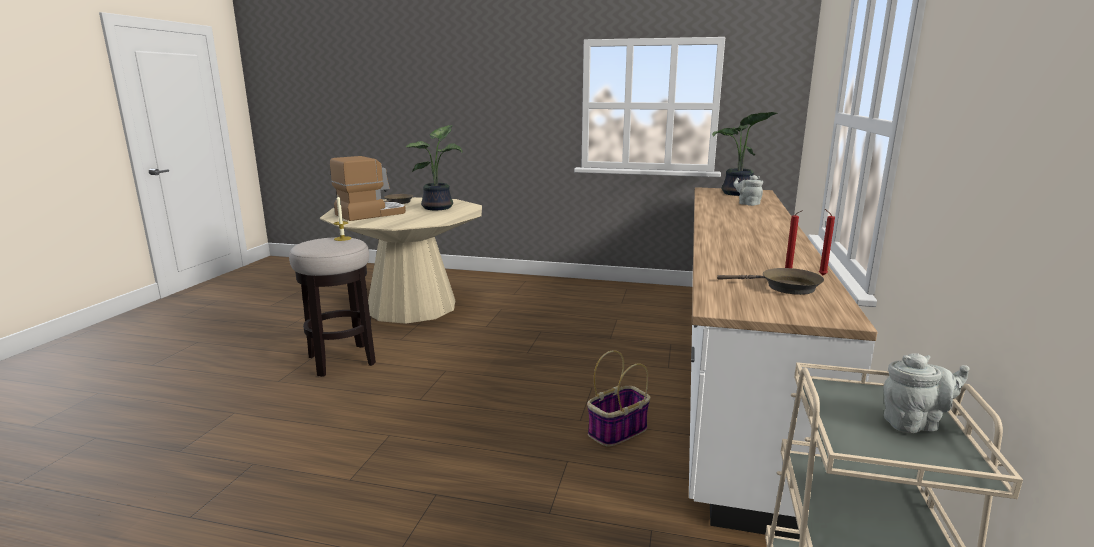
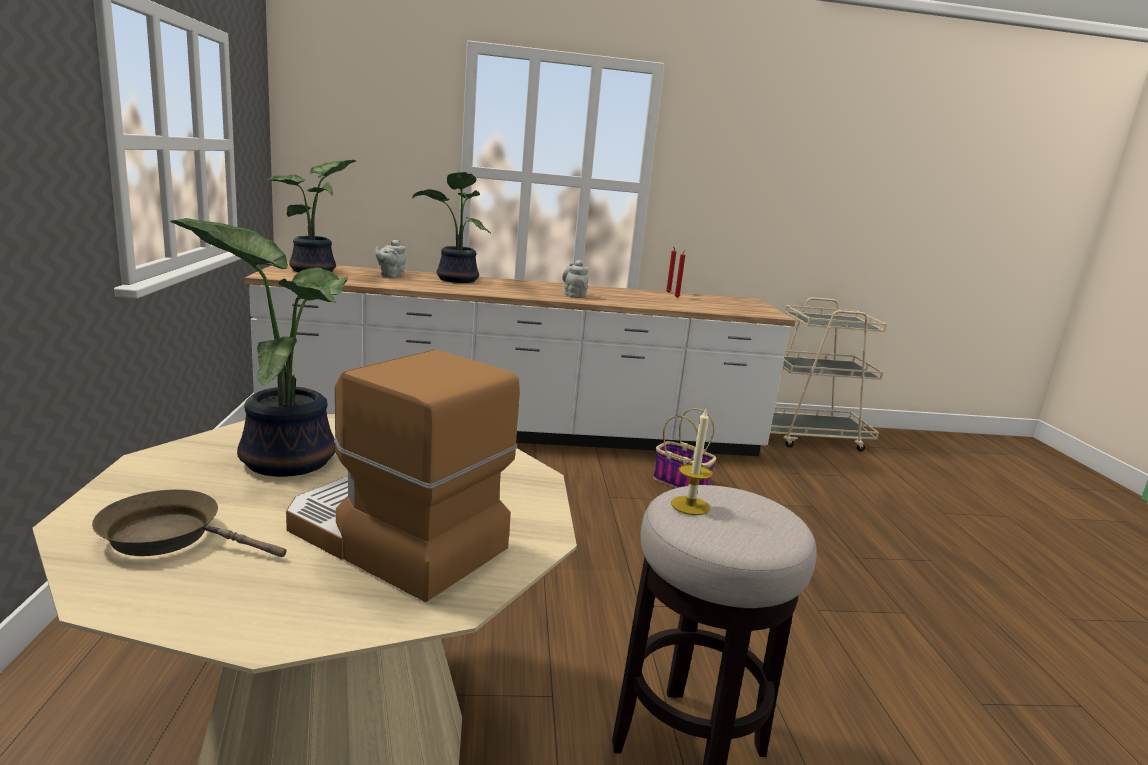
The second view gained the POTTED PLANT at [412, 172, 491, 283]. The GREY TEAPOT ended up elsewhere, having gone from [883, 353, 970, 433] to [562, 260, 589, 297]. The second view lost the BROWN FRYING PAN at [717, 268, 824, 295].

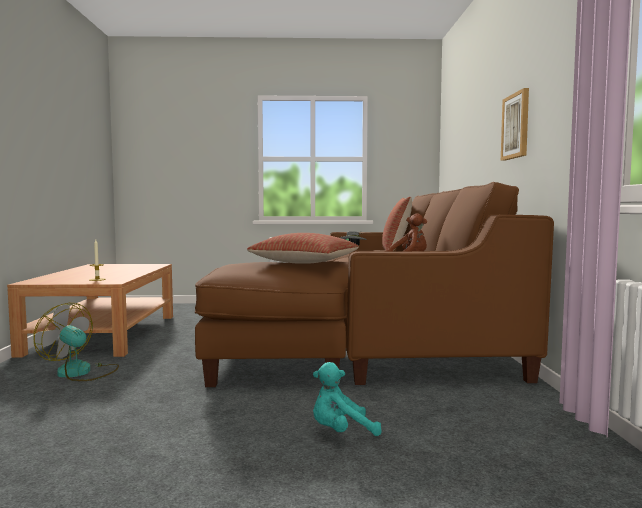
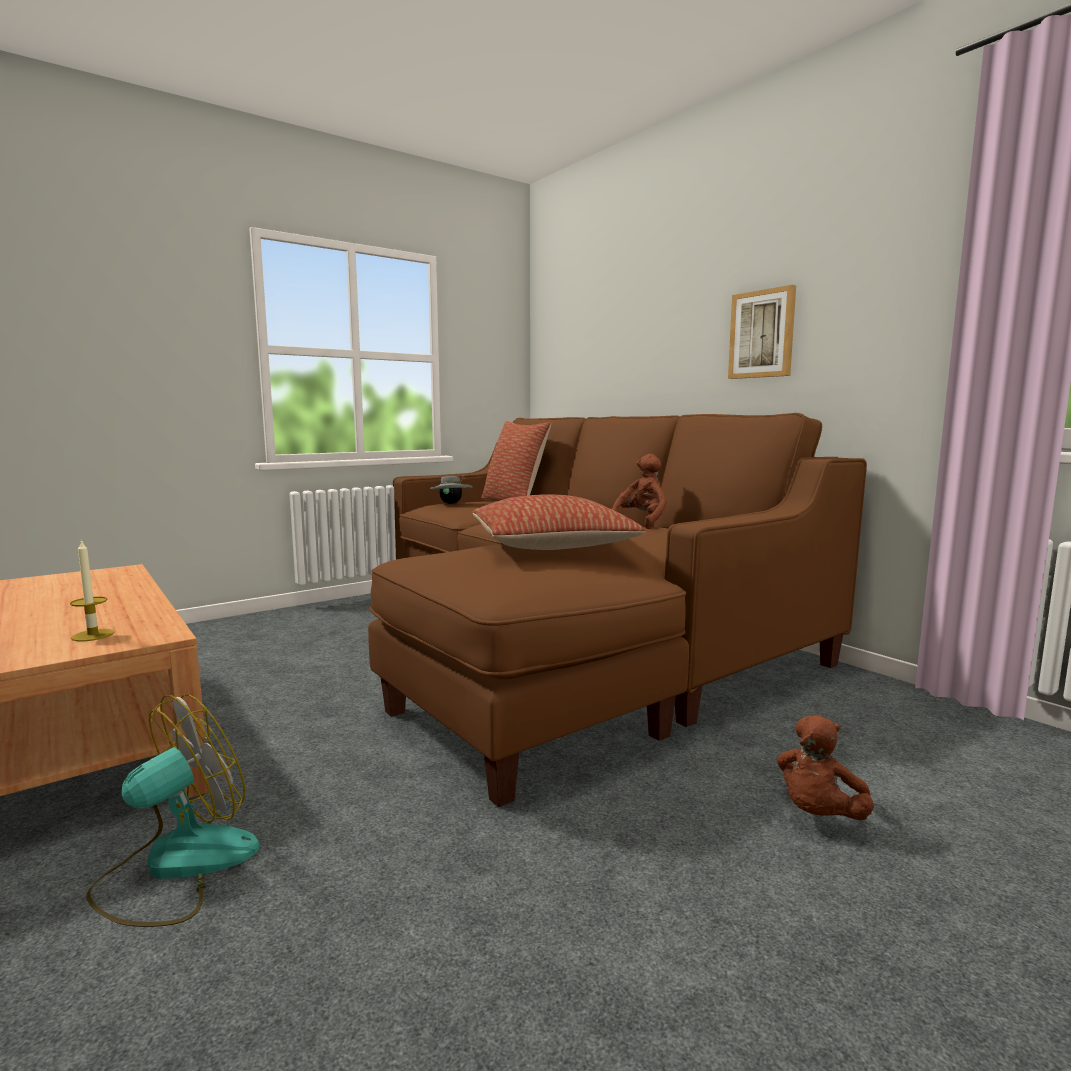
The FAN at [33, 303, 119, 381] ended up facing another way, 135 degrees clockwise from before. What was the TURQUOISE PLUSH TOY at [313, 362, 382, 436] turned into the BROWN PLUSH TOY at [777, 715, 874, 820].

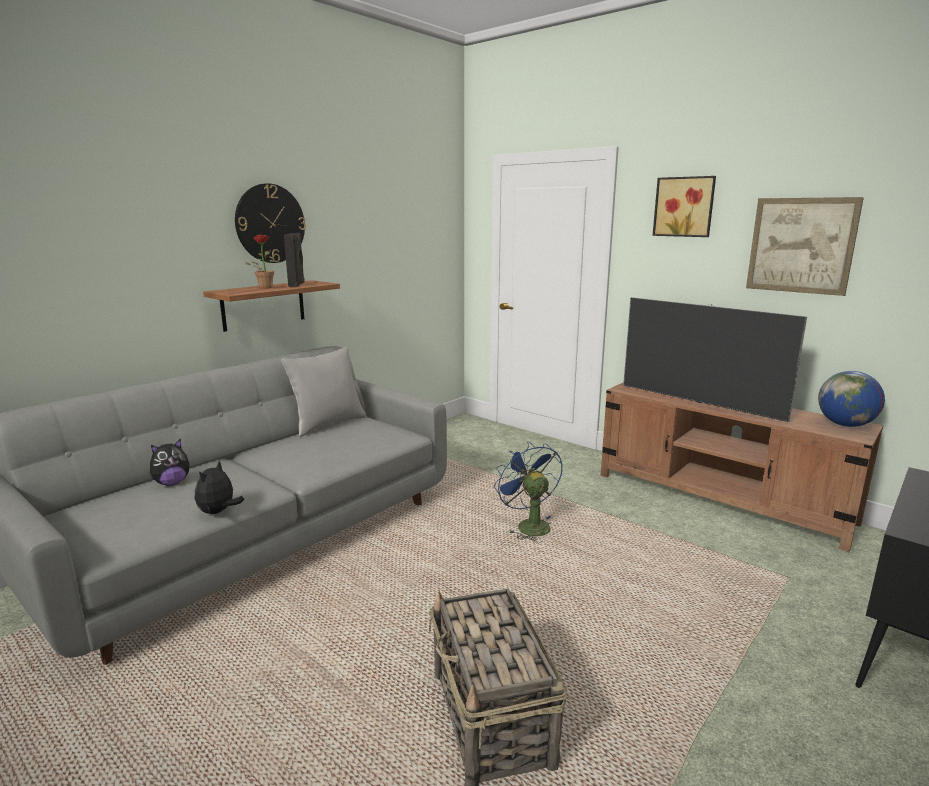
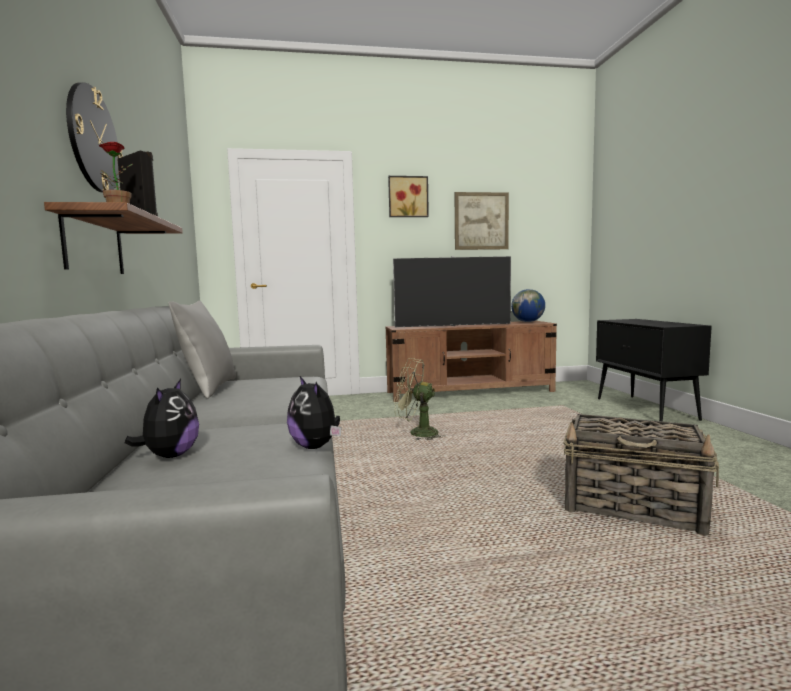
What was the BLUE FAN at [494, 441, 562, 543] turned into the GREEN FAN at [394, 358, 445, 440].

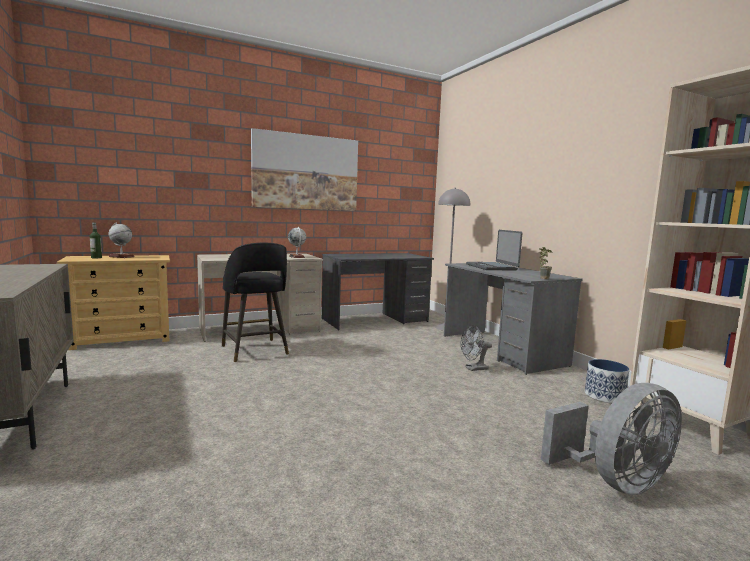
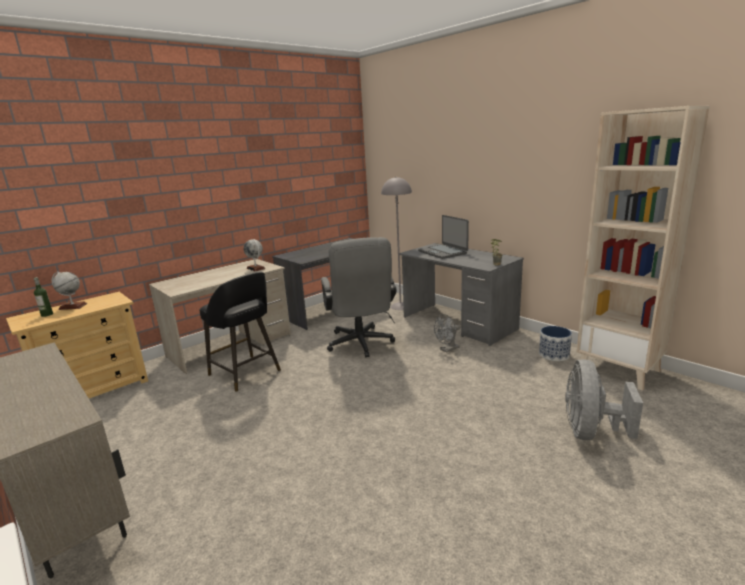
The second view gained the GREY OFFICE CHAIR at [321, 237, 397, 358]. The GREY FAN at [541, 383, 682, 495] ended up facing another way, 150 degrees clockwise from before. The second view lost the PICTURE at [251, 128, 358, 211].

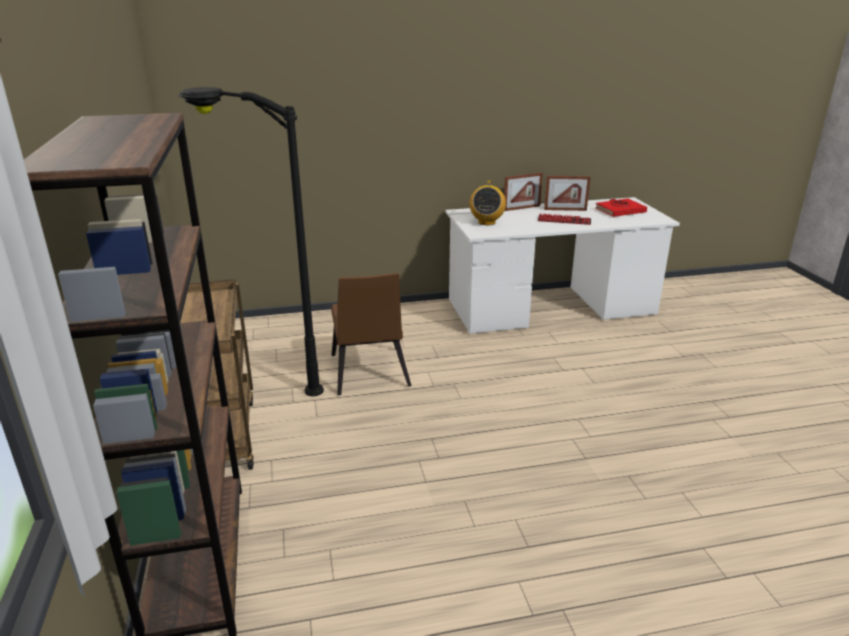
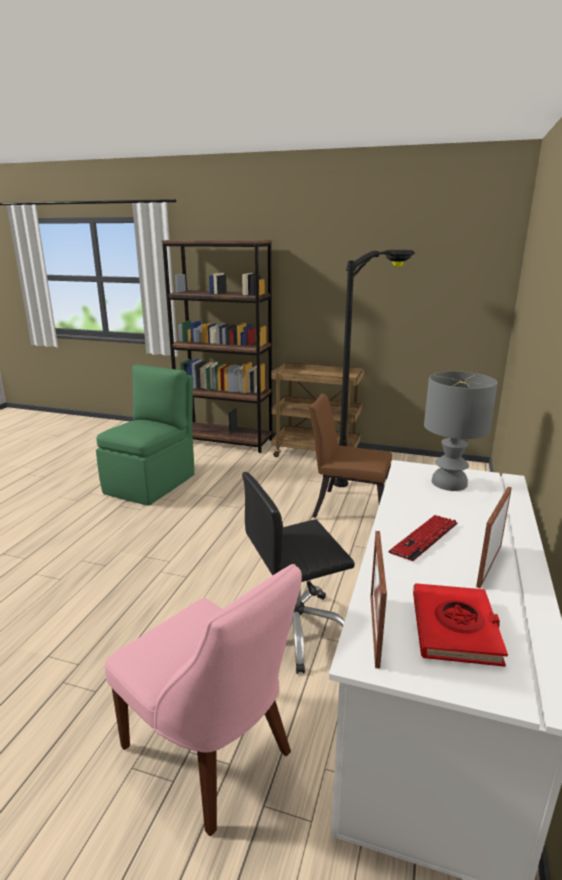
The second view gained the GREEN CHAIR at [96, 364, 194, 506]. The second view gained the PINK CHAIR at [105, 564, 302, 837]. The second view gained the BLACK OFFICE CHAIR at [242, 472, 355, 674]. The PICTURE FRAME ended up elsewhere, having gone from [504, 173, 543, 211] to [370, 531, 387, 669]. Where the RADIO stood at [470, 180, 506, 225], the GREY TABLE LAMP came to stand at [424, 371, 498, 491].

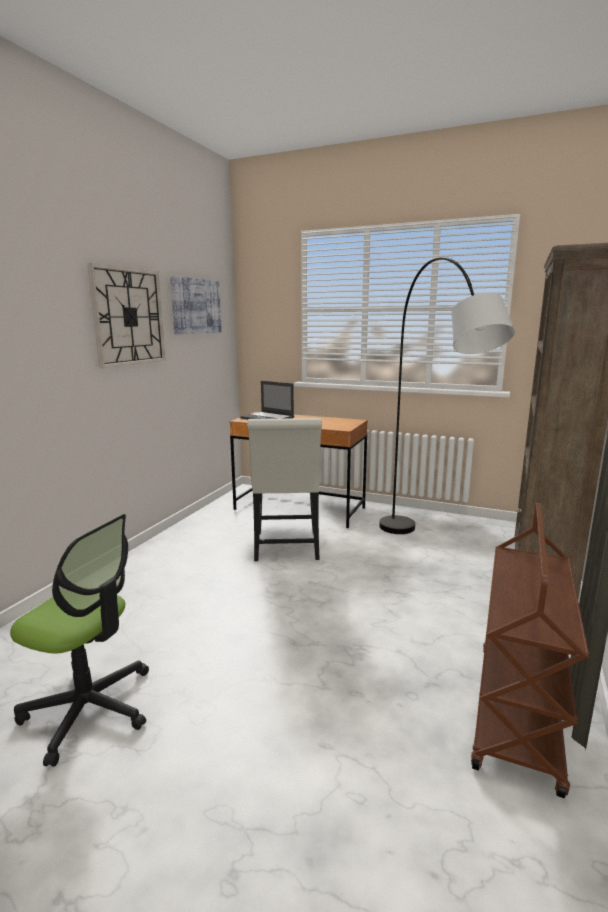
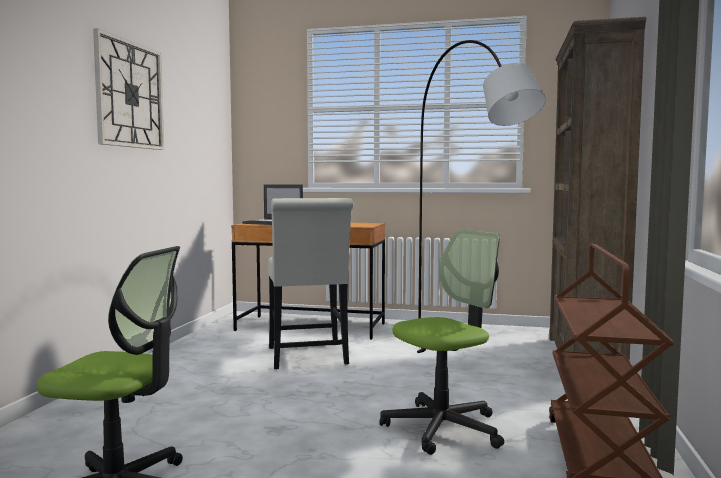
The second view gained the OFFICE CHAIR at [379, 230, 504, 455]. The second view lost the PICTURE at [170, 276, 222, 334].

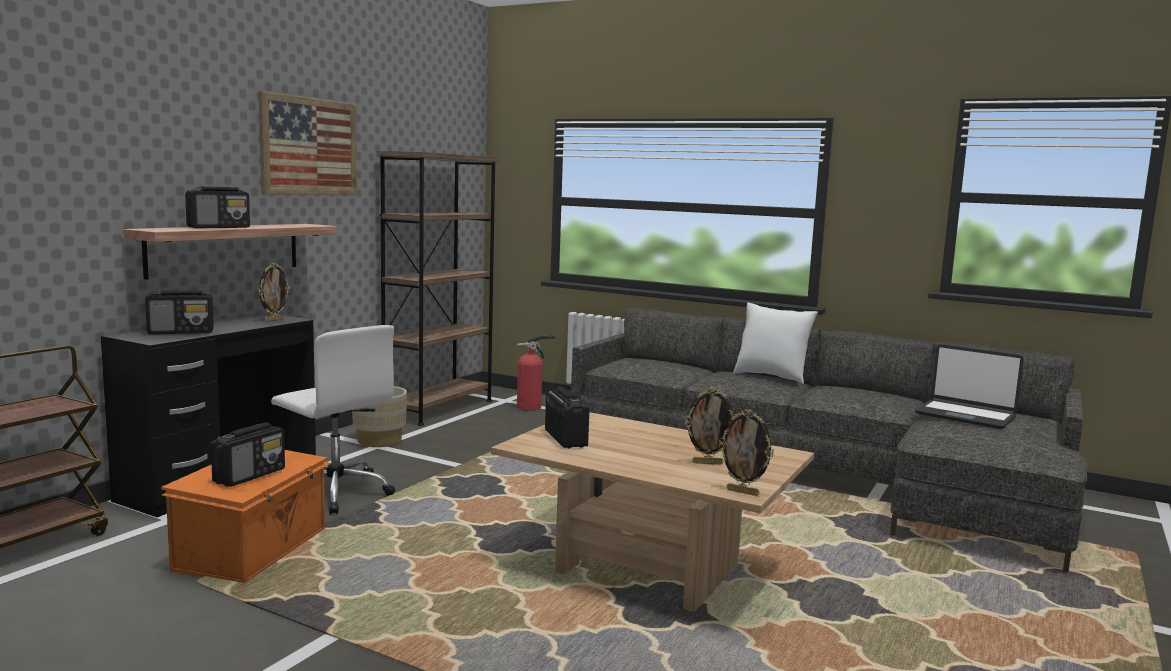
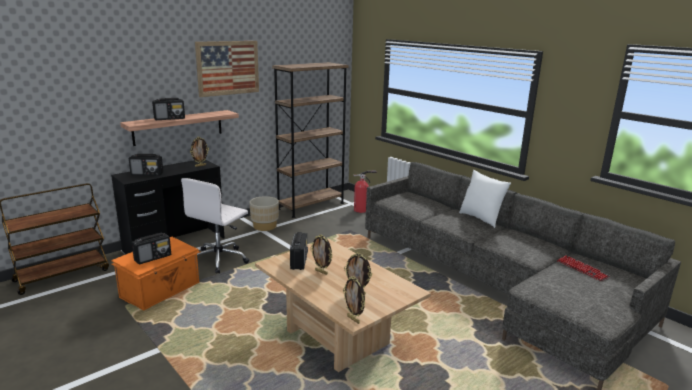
The WHITE OFFICE CHAIR at [271, 325, 395, 514] ended up facing another way, 60 degrees clockwise from before. The second view gained the PICTURE FRAME at [310, 234, 332, 275]. Where the LAPTOP stood at [915, 344, 1024, 429], the KEYBOARD came to stand at [557, 255, 610, 281].

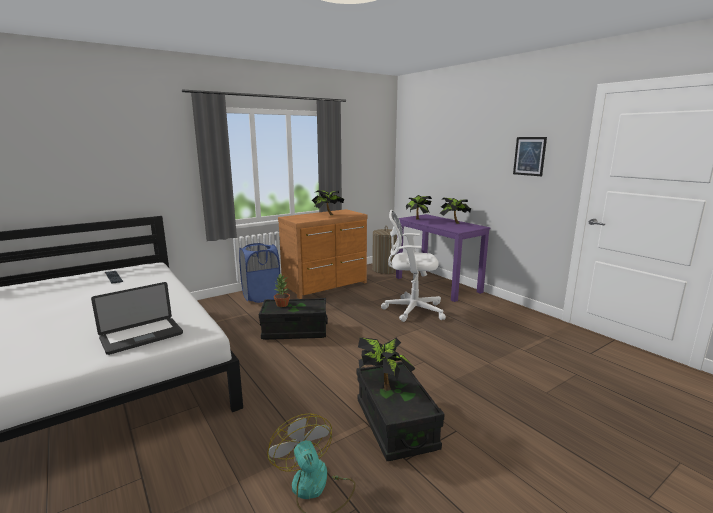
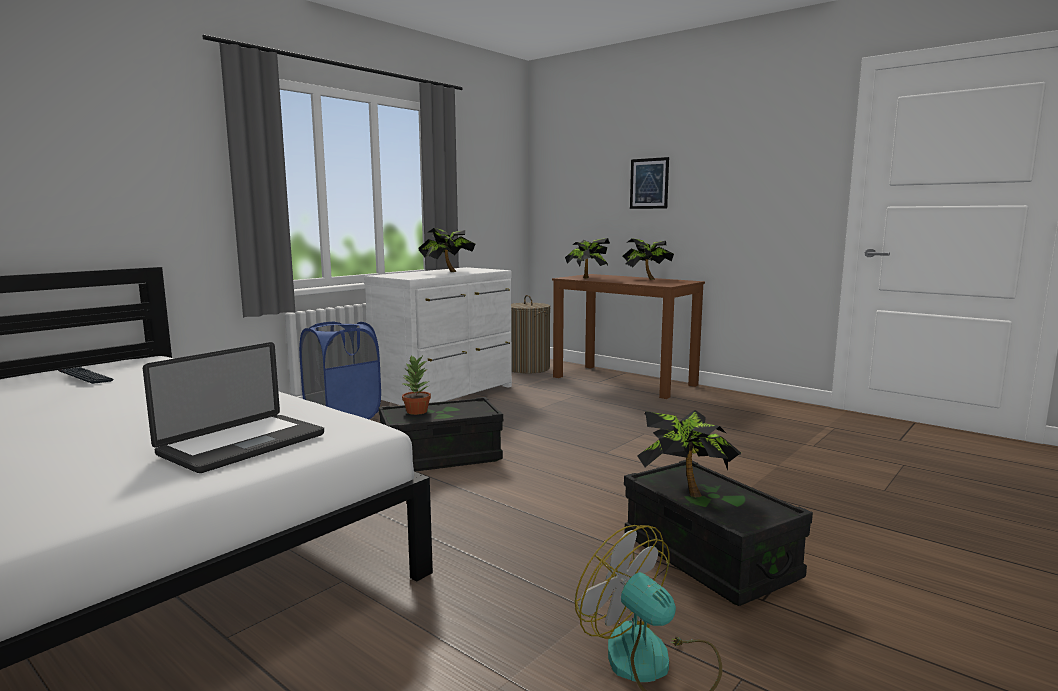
What was the BROWN DRESSER at [278, 209, 368, 299] turned into the WHITE DRESSER at [364, 267, 512, 405]. What was the PURPLE DESK at [396, 214, 490, 302] turned into the BROWN DESK at [552, 274, 705, 399]. The PICTURE ended up elsewhere, having gone from [513, 137, 547, 176] to [630, 157, 669, 209]. The second view lost the WHITE OFFICE CHAIR at [381, 210, 446, 322].

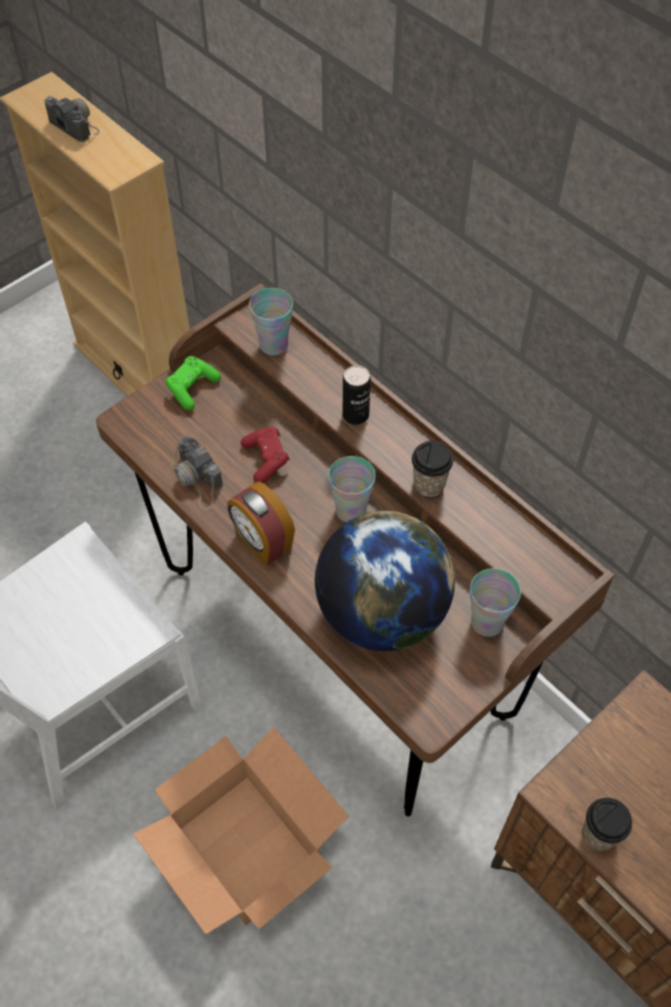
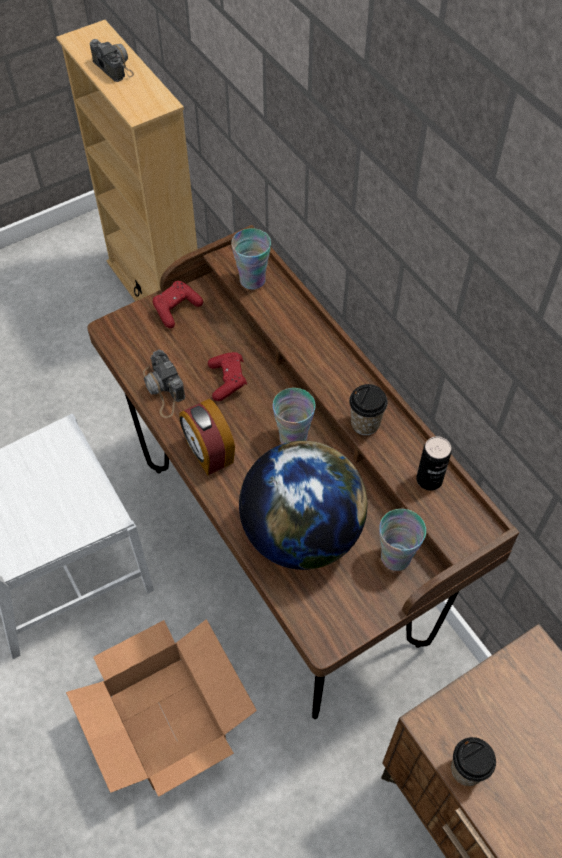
What was the GREEN GAME CONTROLLER at [166, 356, 221, 410] turned into the RED GAME CONTROLLER at [153, 281, 203, 328]. The CAN ended up elsewhere, having gone from [343, 365, 371, 425] to [416, 436, 451, 491].

